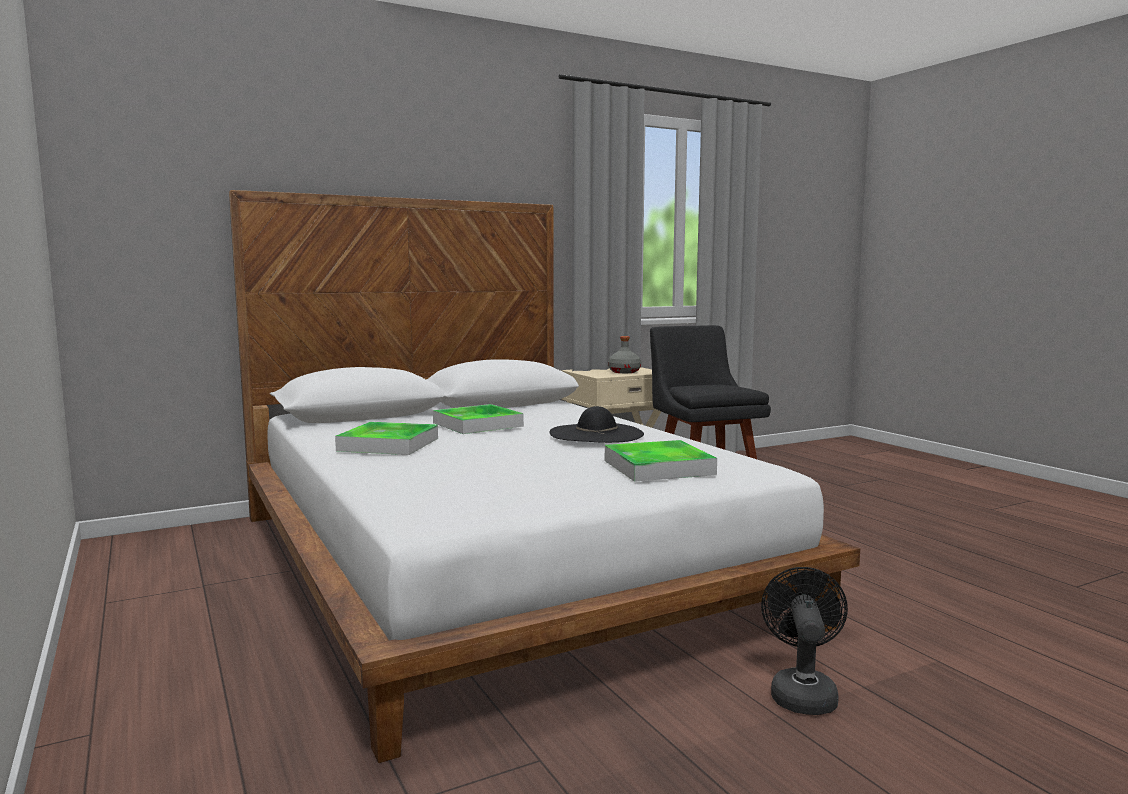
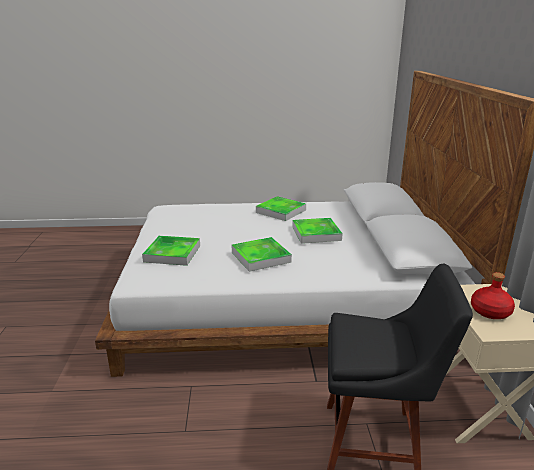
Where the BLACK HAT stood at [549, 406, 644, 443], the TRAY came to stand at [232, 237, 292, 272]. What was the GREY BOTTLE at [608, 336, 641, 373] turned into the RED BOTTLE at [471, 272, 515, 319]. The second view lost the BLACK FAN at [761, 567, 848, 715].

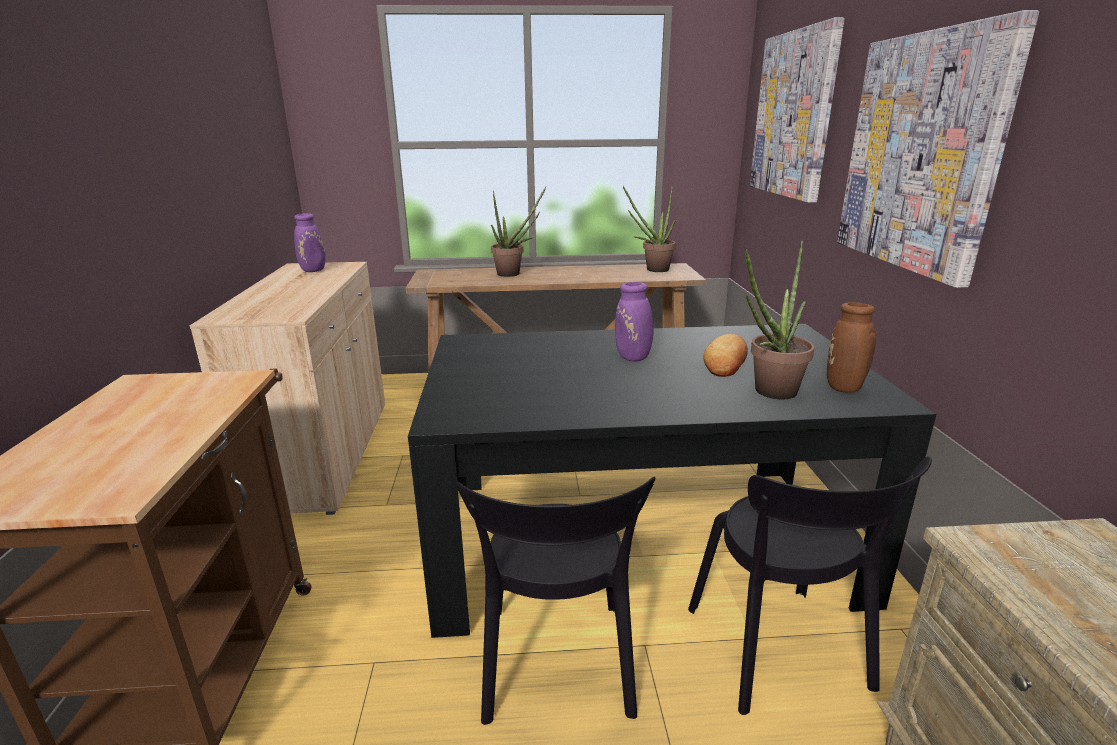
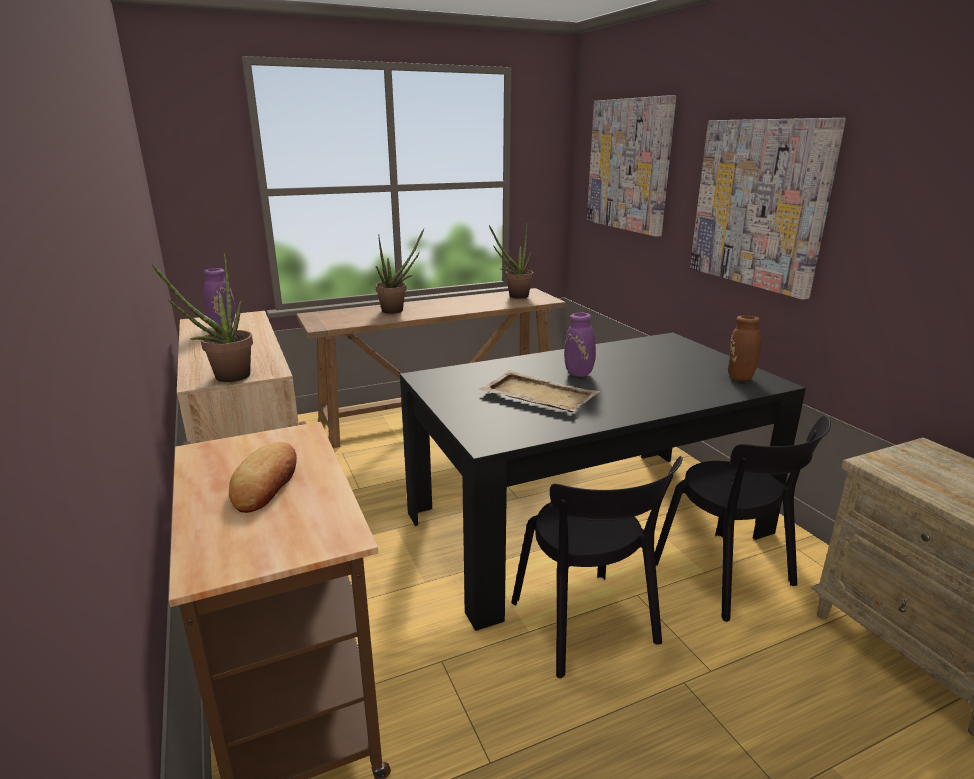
The POTTED PLANT ended up elsewhere, having gone from [746, 240, 814, 399] to [151, 253, 253, 382]. The BREAD ended up elsewhere, having gone from [703, 334, 748, 377] to [229, 442, 297, 513]. The second view gained the BEIGE TRAY at [479, 371, 600, 412].

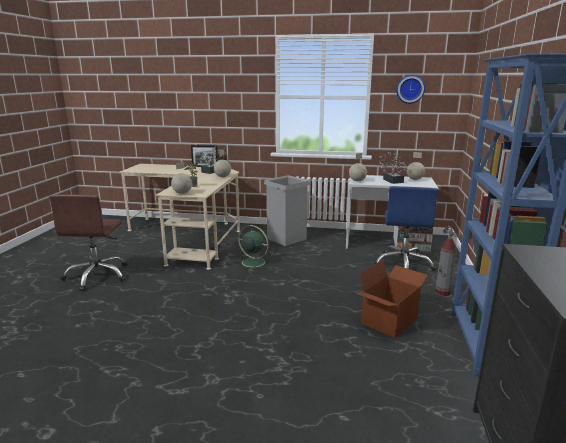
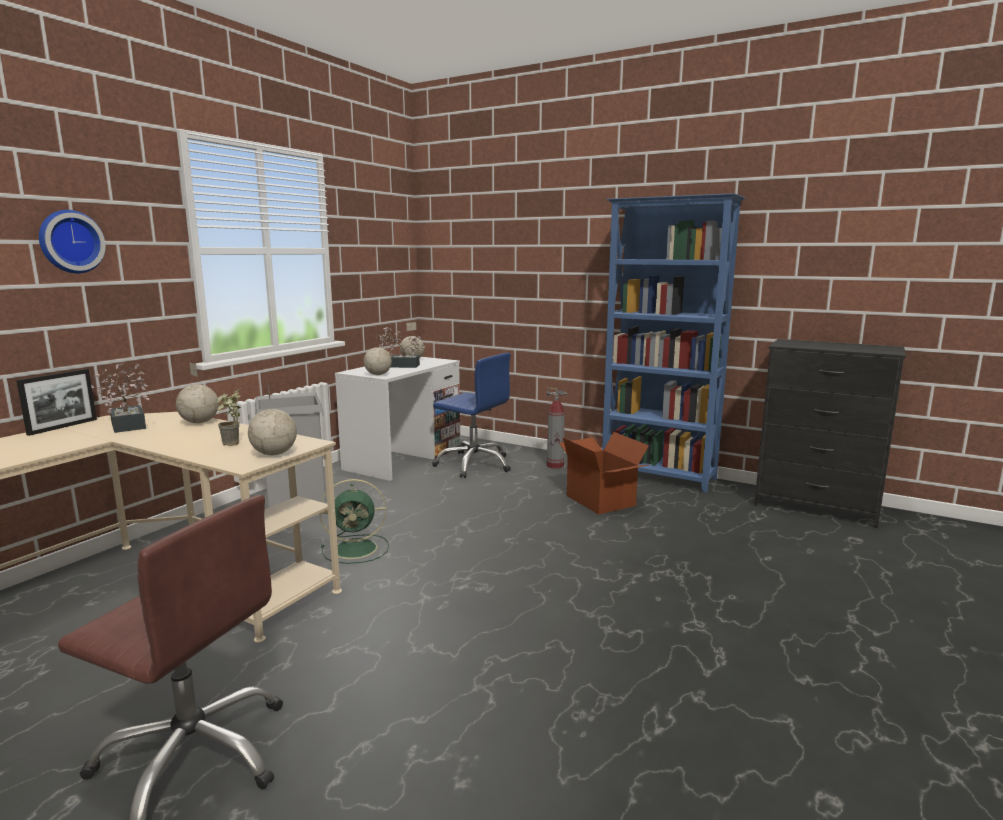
The WALL CLOCK ended up elsewhere, having gone from [396, 75, 425, 104] to [39, 210, 106, 273]. The GREEN FAN at [235, 225, 271, 269] ended up facing another way, 150 degrees counterclockwise from before.

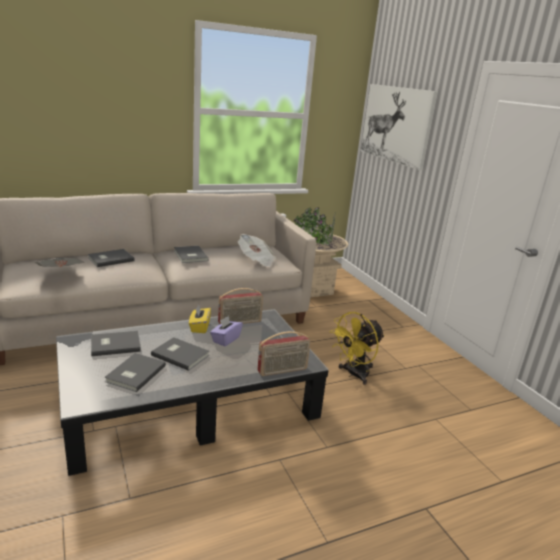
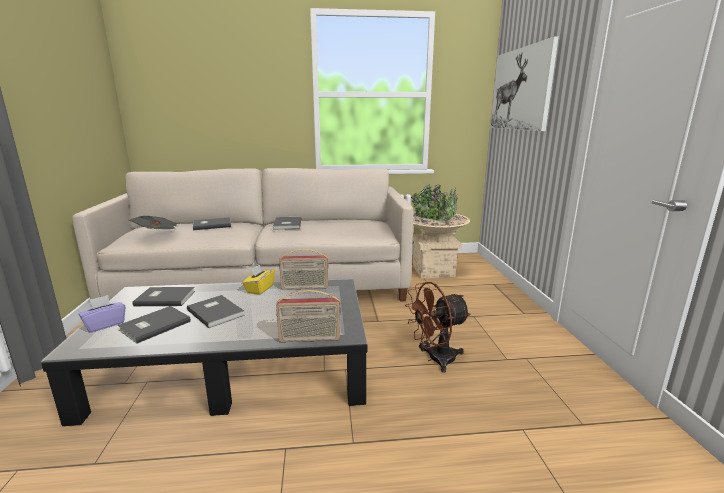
The PURPLE TISSUE BOX ended up elsewhere, having gone from [210, 316, 243, 346] to [79, 295, 126, 332]. What was the YELLOW FAN at [330, 312, 385, 385] turned into the BROWN FAN at [405, 282, 471, 373]. The second view lost the NEWSPAPER at [238, 234, 276, 267].

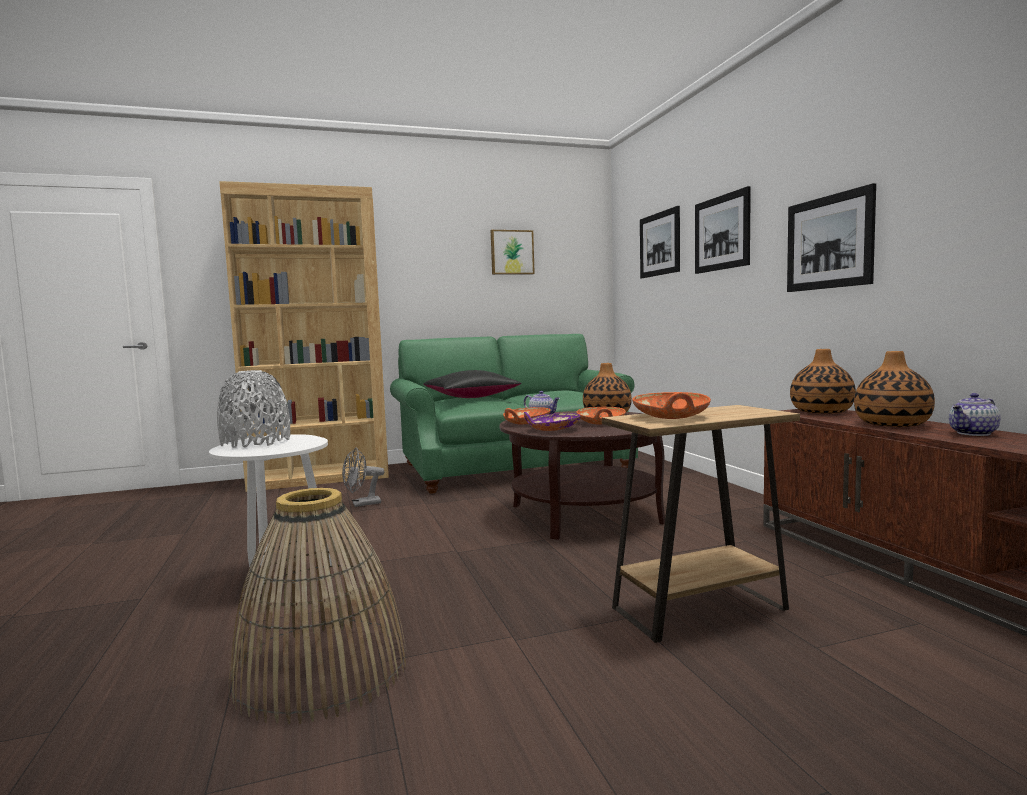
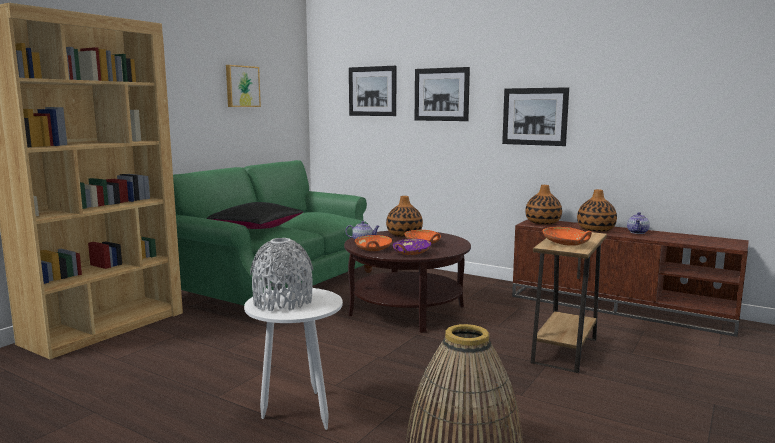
The second view lost the GREY FAN at [342, 448, 385, 507].

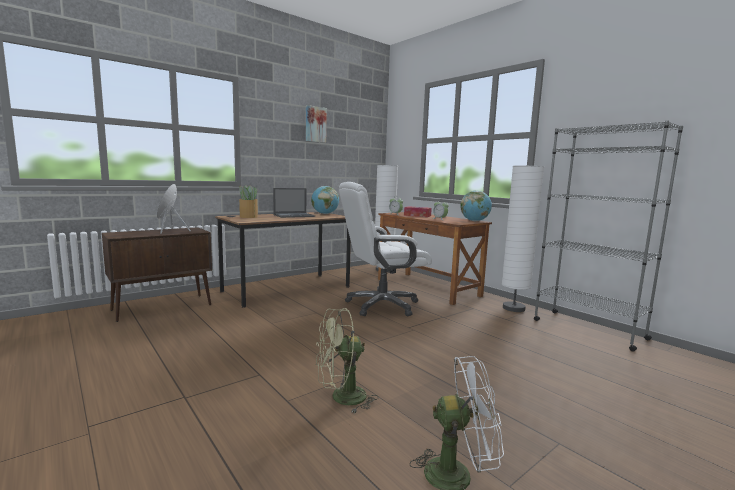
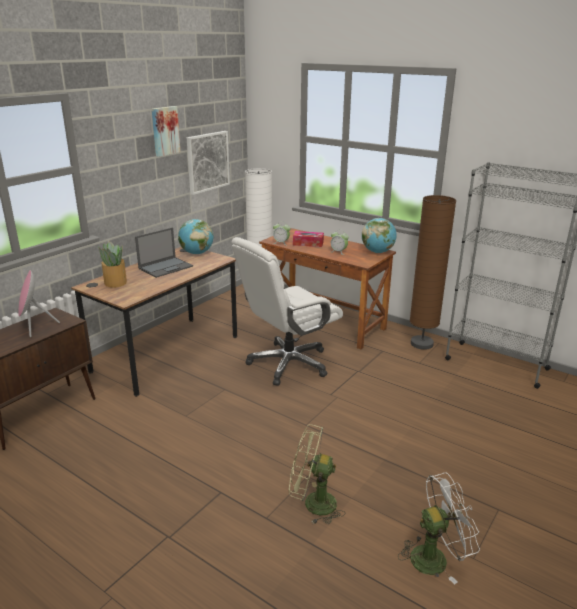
The second view gained the PICTURE at [187, 131, 230, 195]. The GREEN FAN at [316, 308, 378, 413] ended up facing another way, 45 degrees clockwise from before. What was the WHITE FLOOR LAMP at [502, 166, 544, 312] turned into the BROWN FLOOR LAMP at [410, 195, 456, 350].

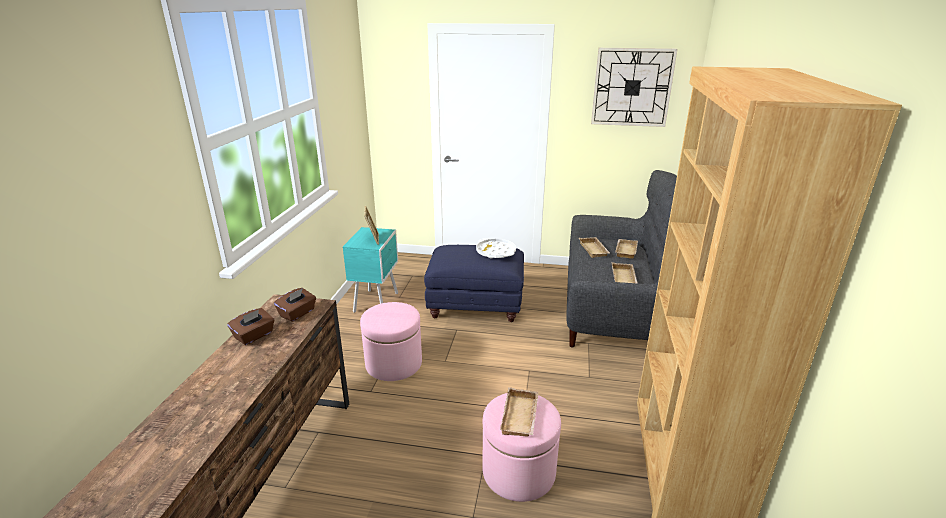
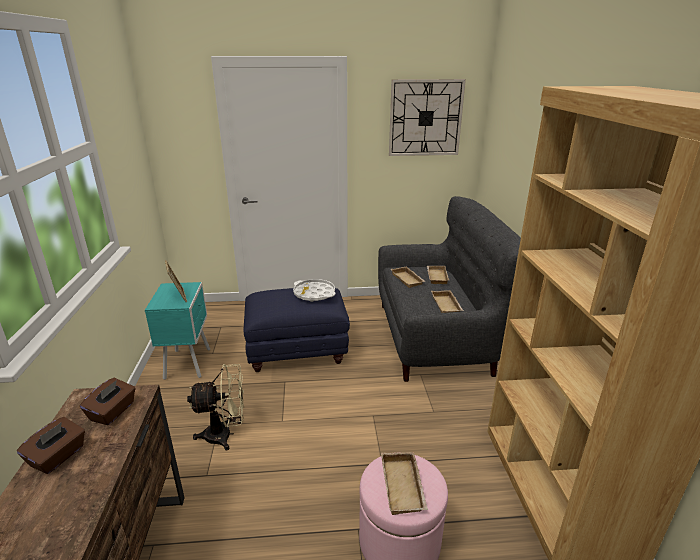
Where the PINK OTTOMAN stood at [360, 302, 422, 381], the BEIGE FAN came to stand at [187, 364, 244, 450].

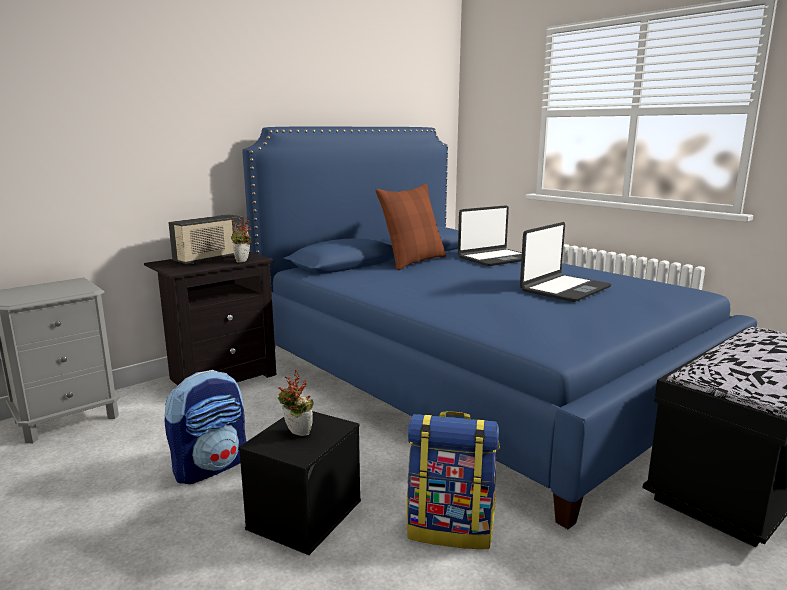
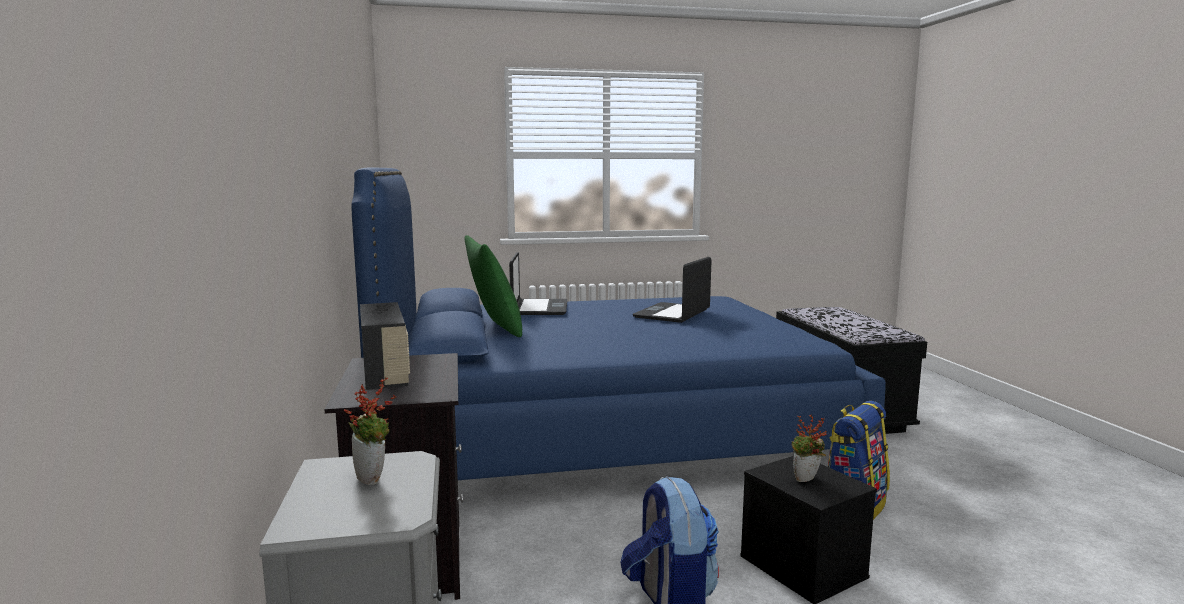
The POTTED PLANT ended up elsewhere, having gone from [231, 218, 253, 263] to [344, 377, 396, 485]. What was the BROWN PILLOW at [375, 184, 446, 270] turned into the GREEN PILLOW at [464, 235, 522, 337]. The LAPTOP at [520, 222, 611, 302] ended up facing another way, 135 degrees counterclockwise from before.

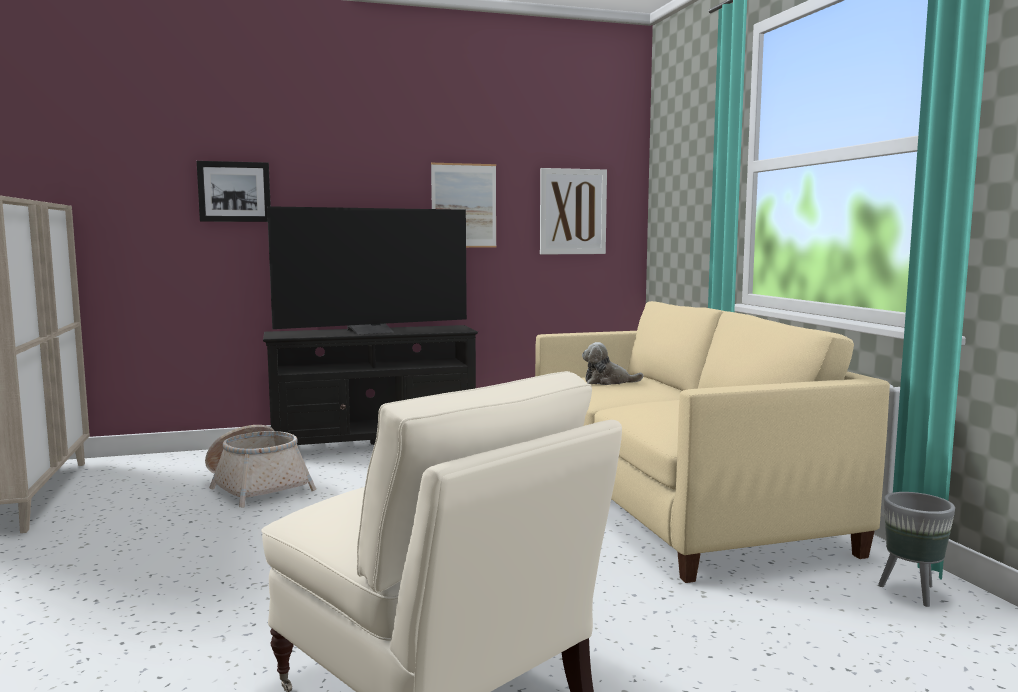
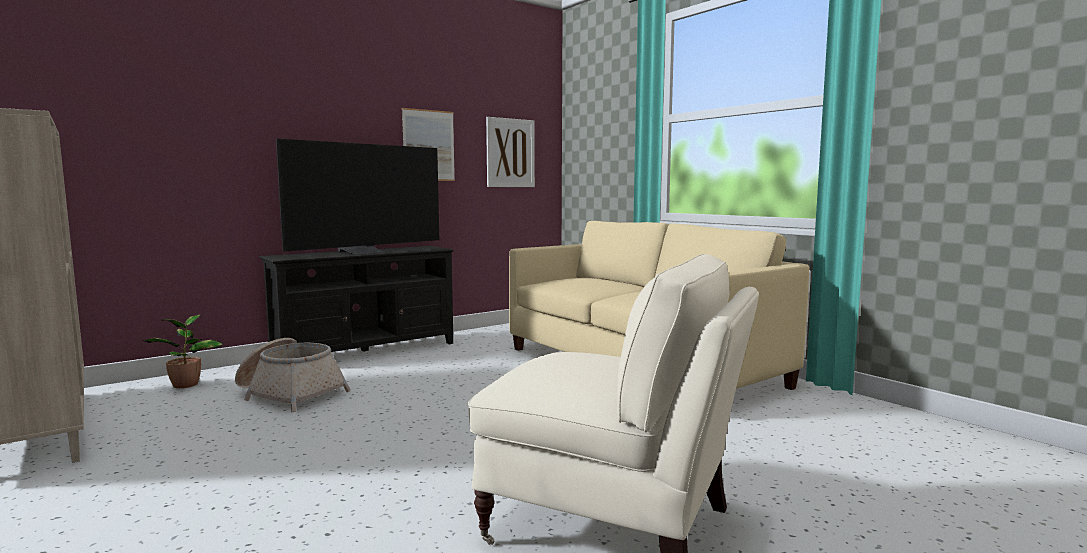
The second view gained the POTTED PLANT at [143, 315, 223, 388]. The second view lost the PICTURE at [197, 161, 271, 222]. The second view lost the PLUSH TOY at [582, 342, 643, 385]. The second view lost the GREY PLANTER at [878, 492, 955, 607].

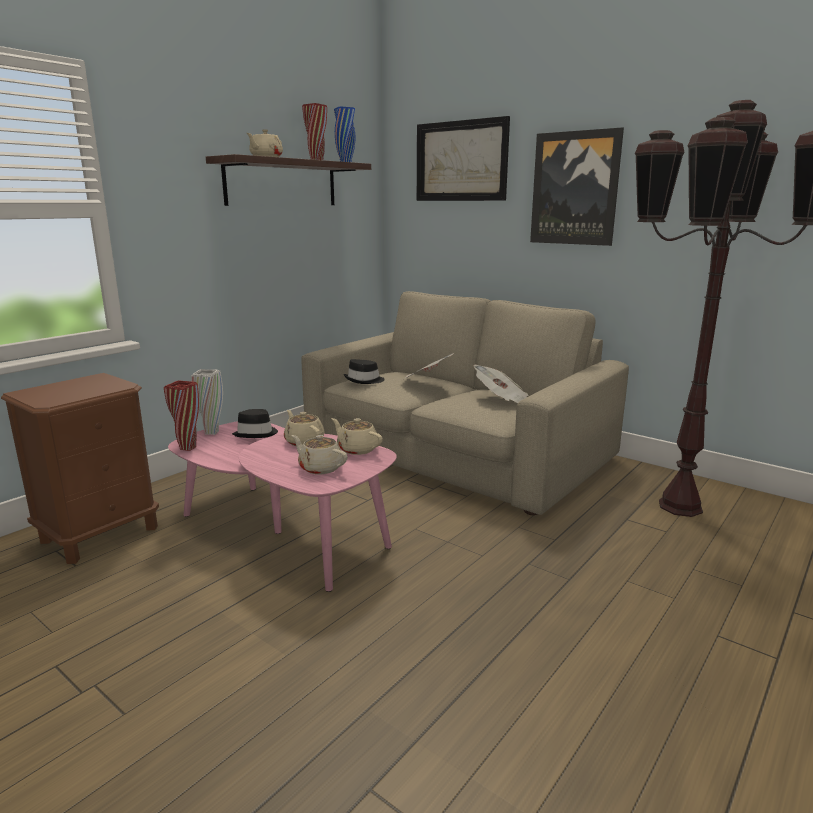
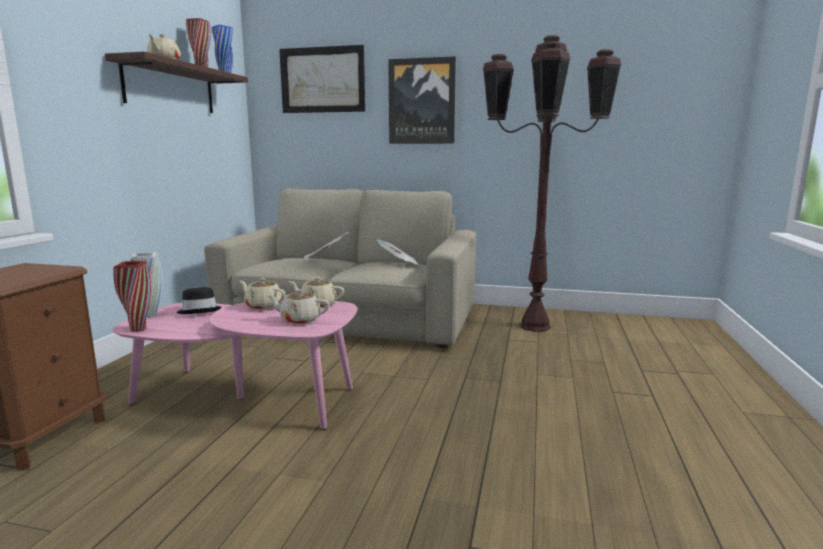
The second view lost the BLACK HAT at [344, 359, 385, 384].

